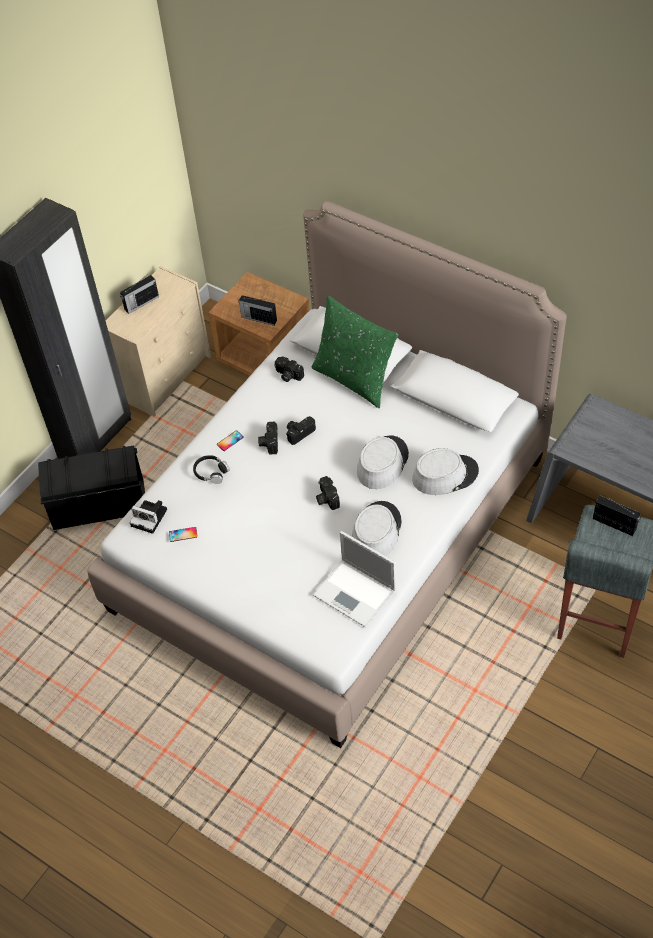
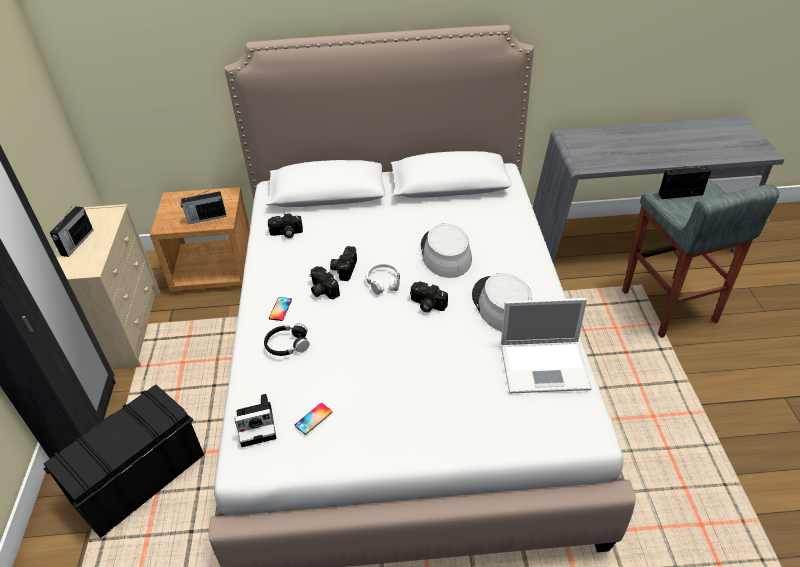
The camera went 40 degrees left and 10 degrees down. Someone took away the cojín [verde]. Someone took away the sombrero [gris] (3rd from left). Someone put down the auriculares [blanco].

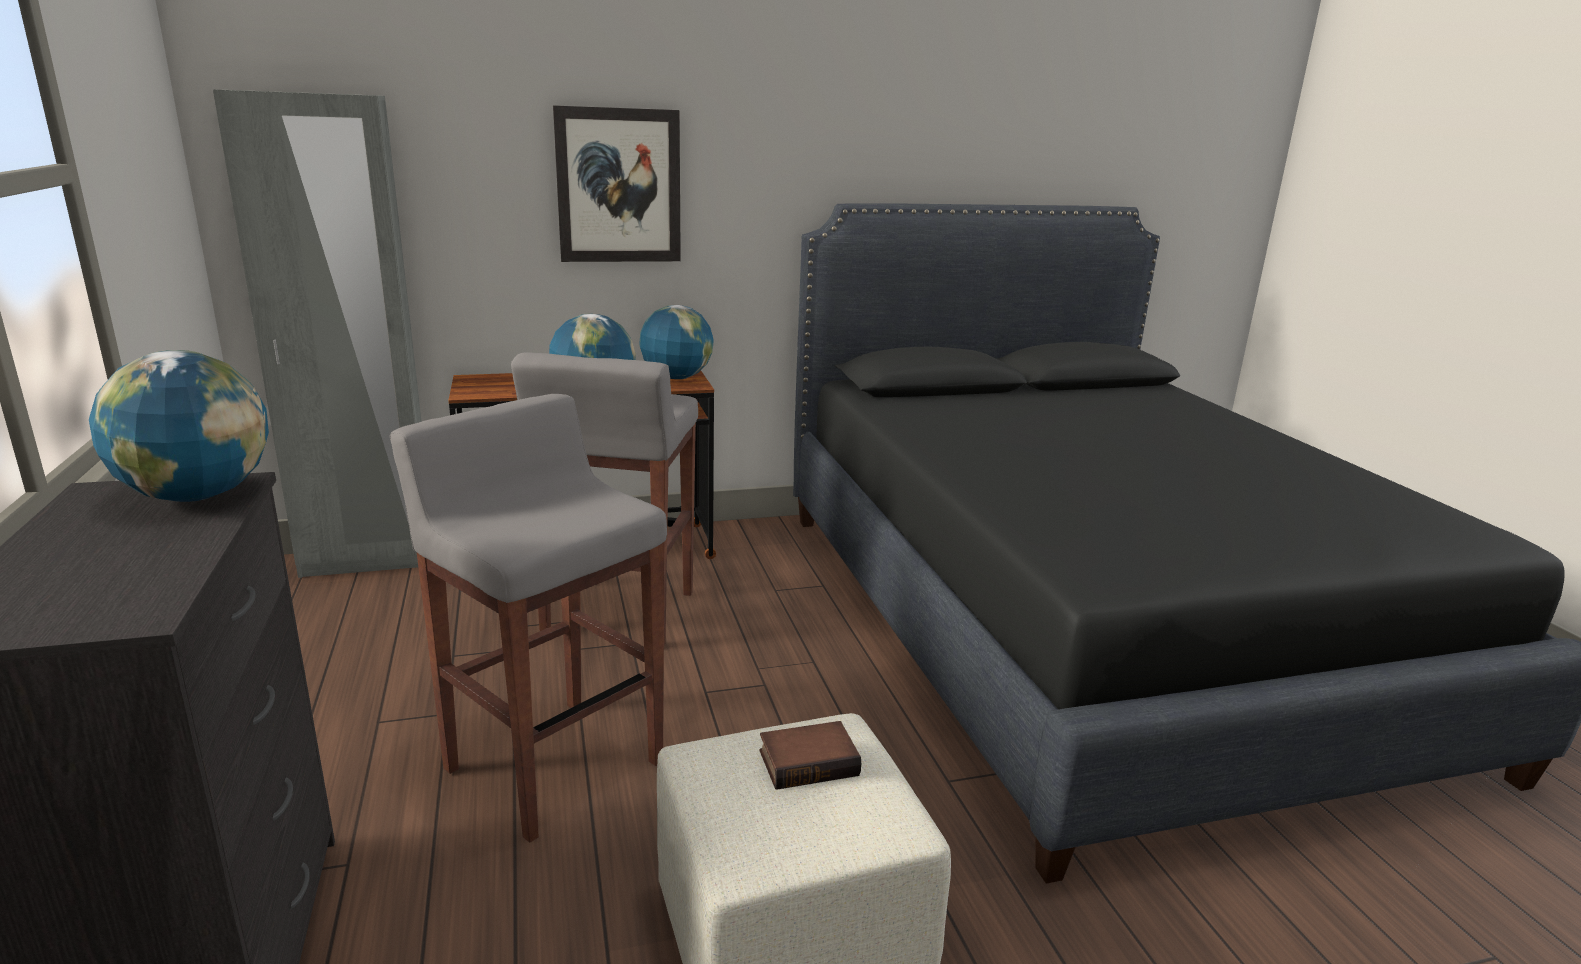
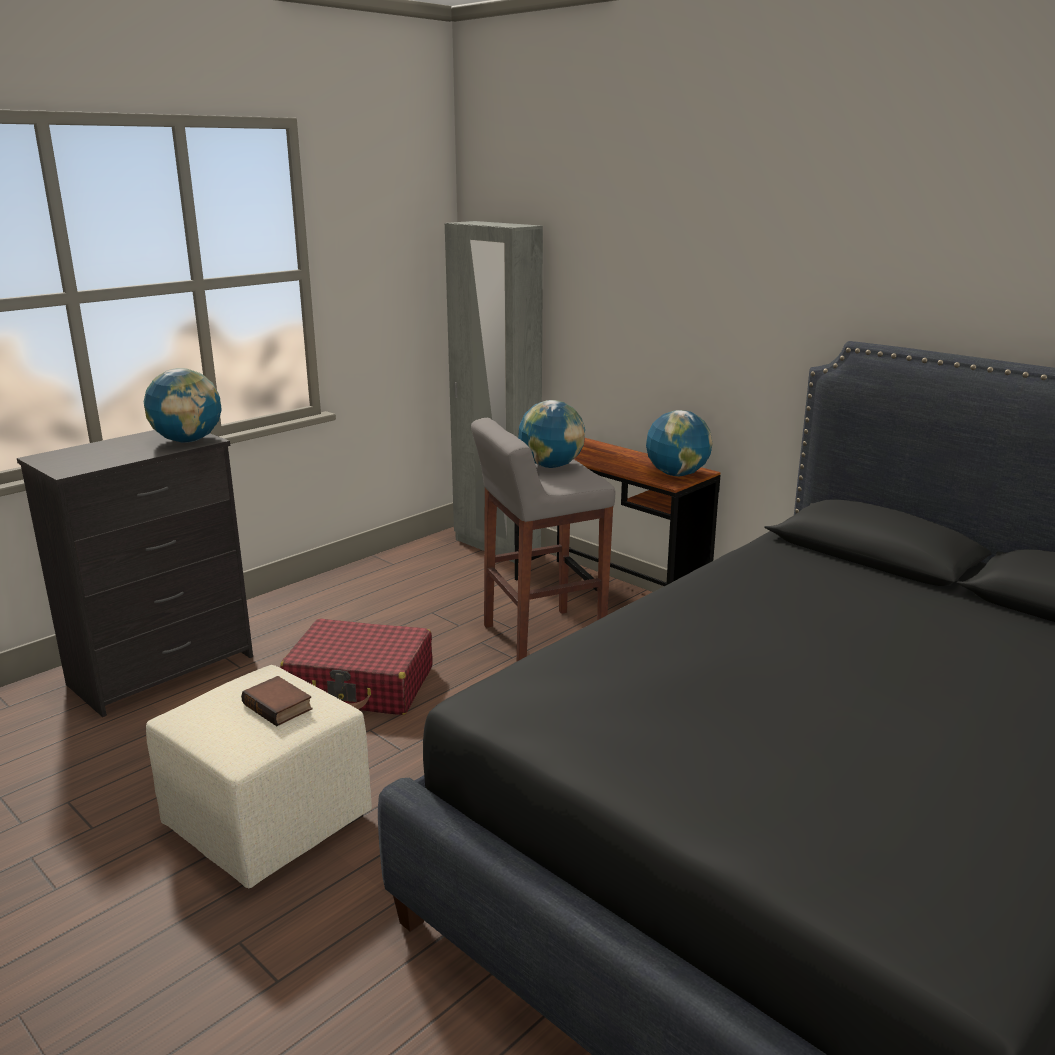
The camera went 60 degrees right and 0 degrees up. Someone took away the cuadro. Someone swapped the taburete [gris] (1st from left) for the maleta [rojo].

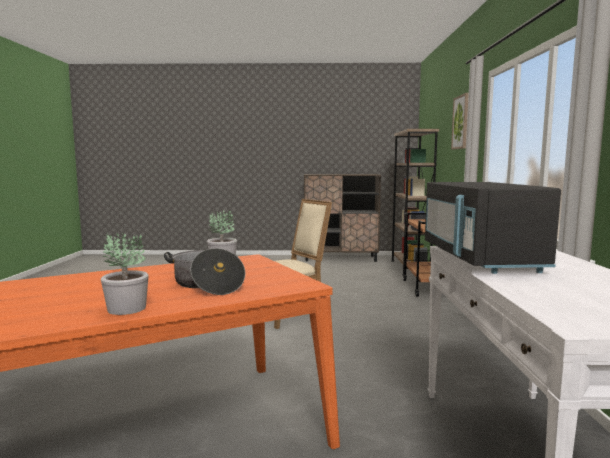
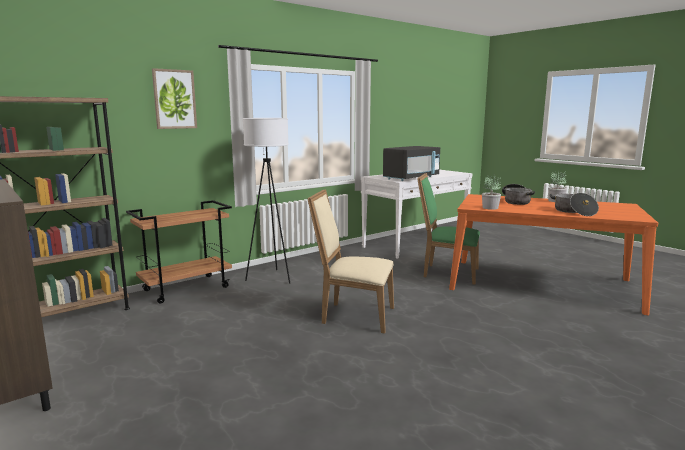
The camera went 130 degrees left and 5 degrees up. Someone put down the lámpara de pie [blanco]. Someone put down the silla [verde]. Someone put down the olla (2nd from left).

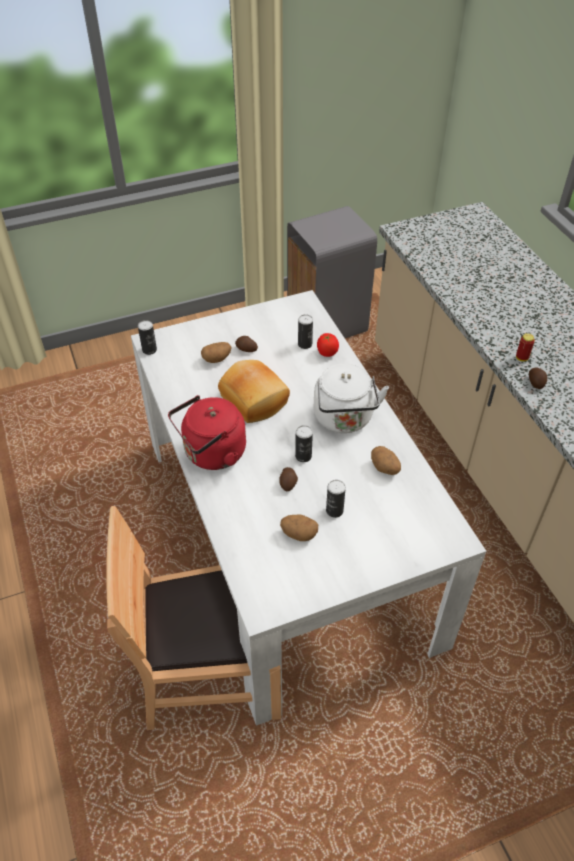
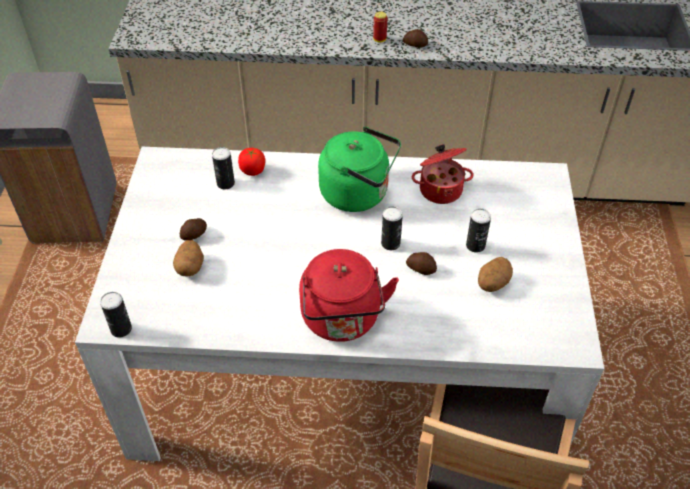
The camera went 65 degrees left and 0 degrees up. Someone took away the pan. Someone swapped the patata (5th from left) for the olla. Someone repainted the hervidor [blanco], which became the hervidor [verde].

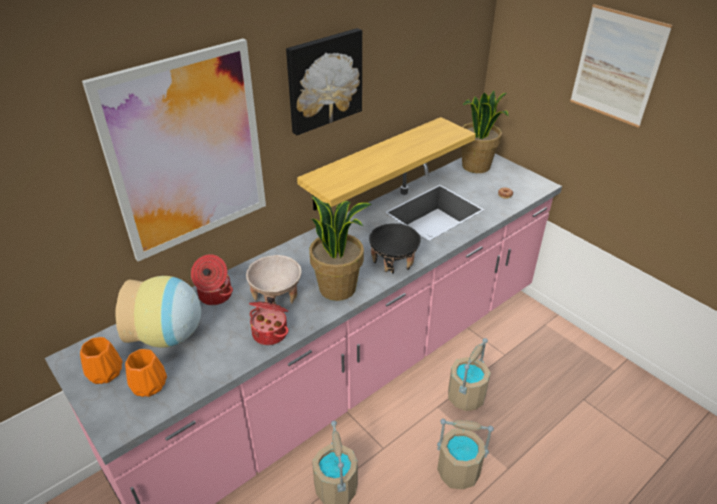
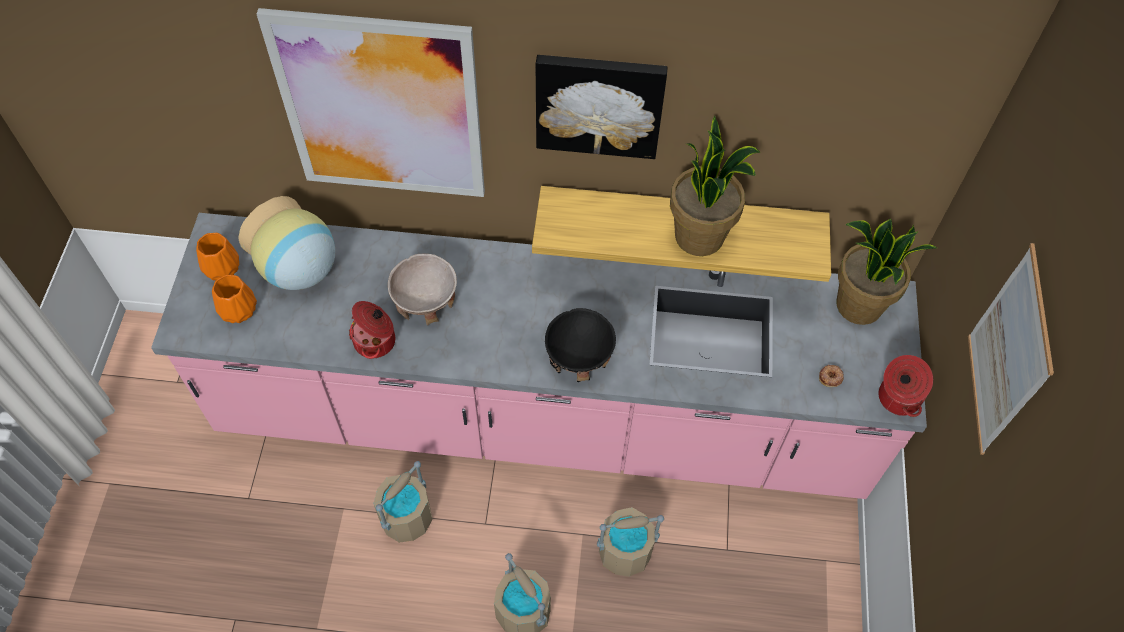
The camera went 45 degrees right and 20 degrees up. Someone carried the olla (1st from left in the first image). Someone carried the planta en maceta (1st from left).

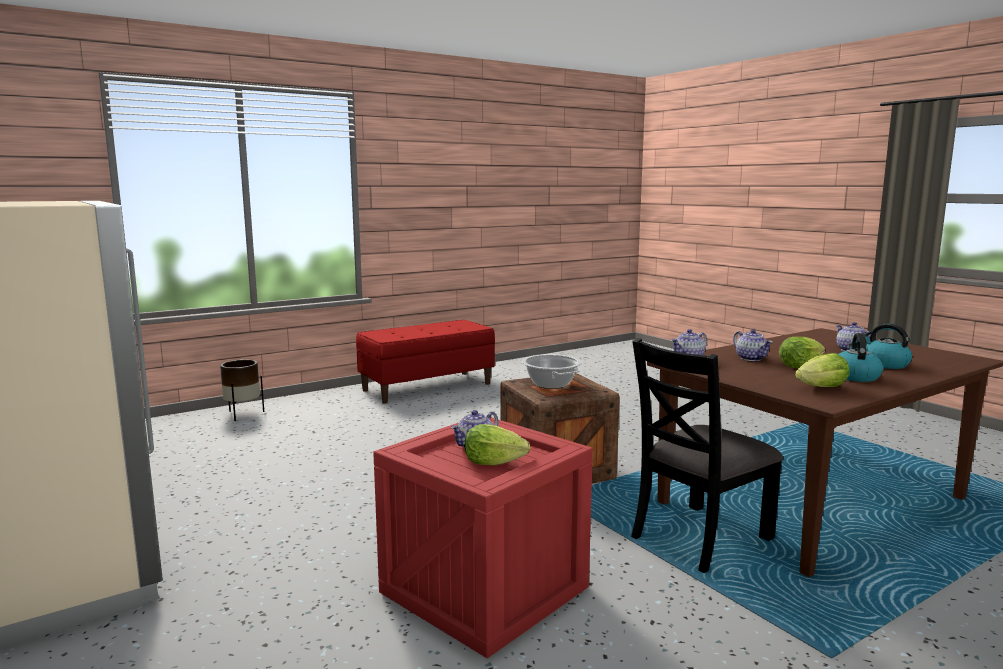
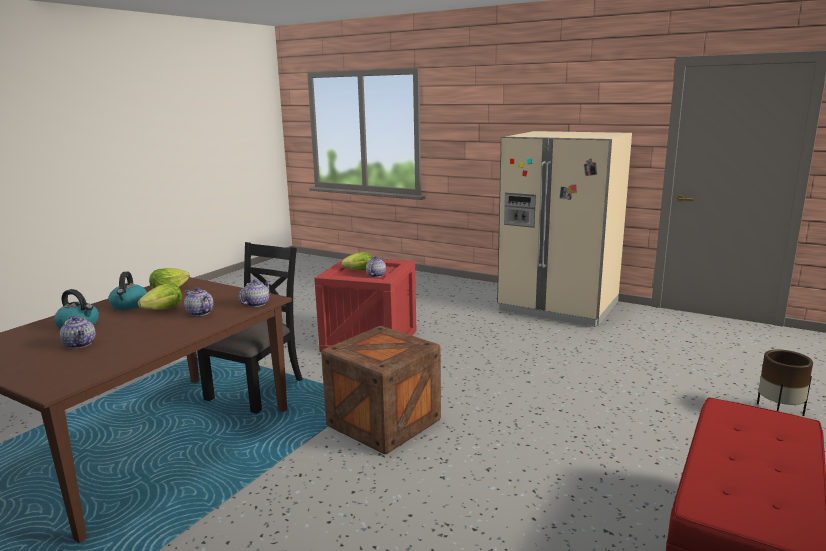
The camera went 155 degrees right and 5 degrees up. Someone took away the olla.

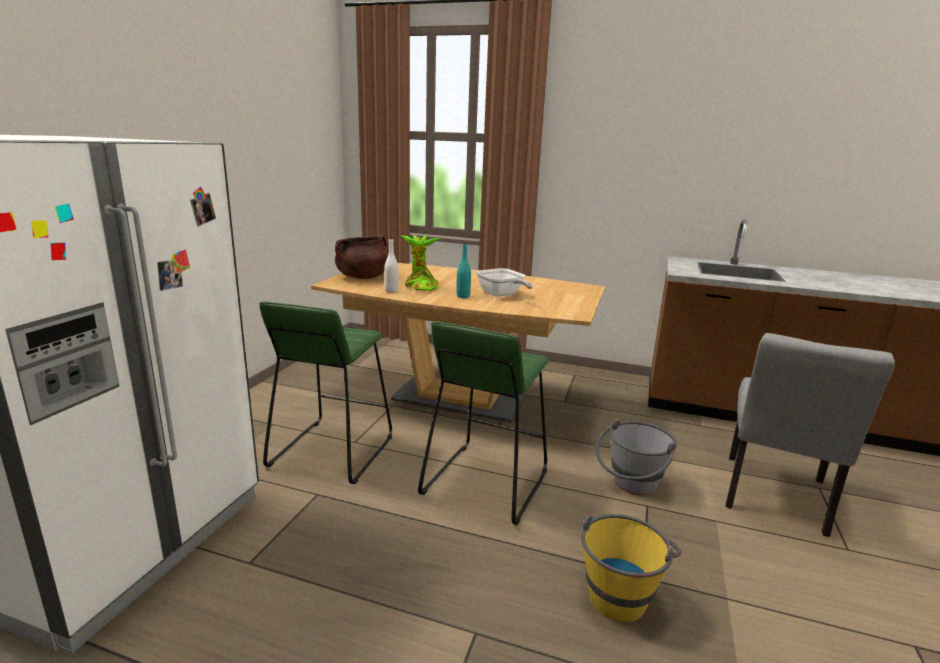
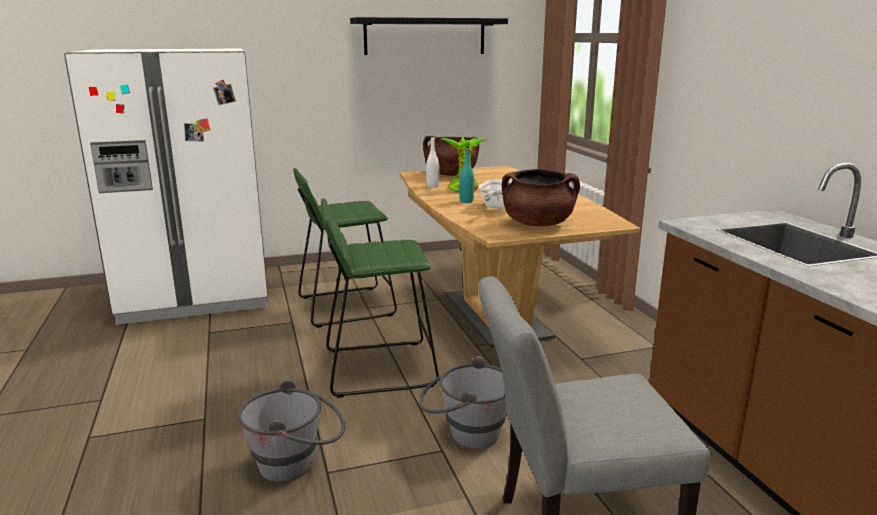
The camera went 55 degrees right and 0 degrees up. Someone put up the estante [negro]. Someone put down the olla [marrón] (2nd from left). Someone repainted the cubo [amarillo], which became the cubo [gris] (1st from left).

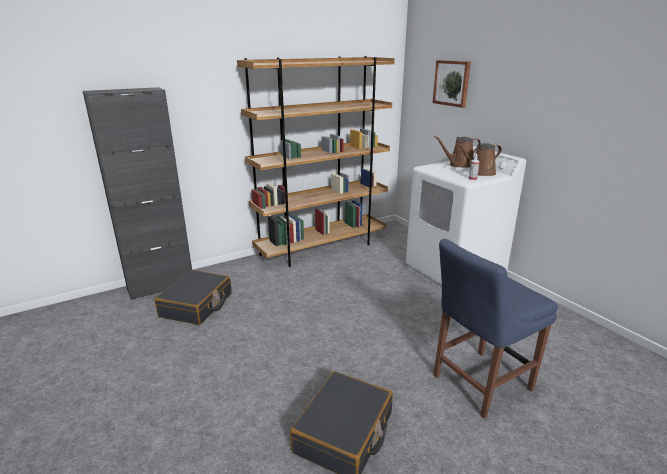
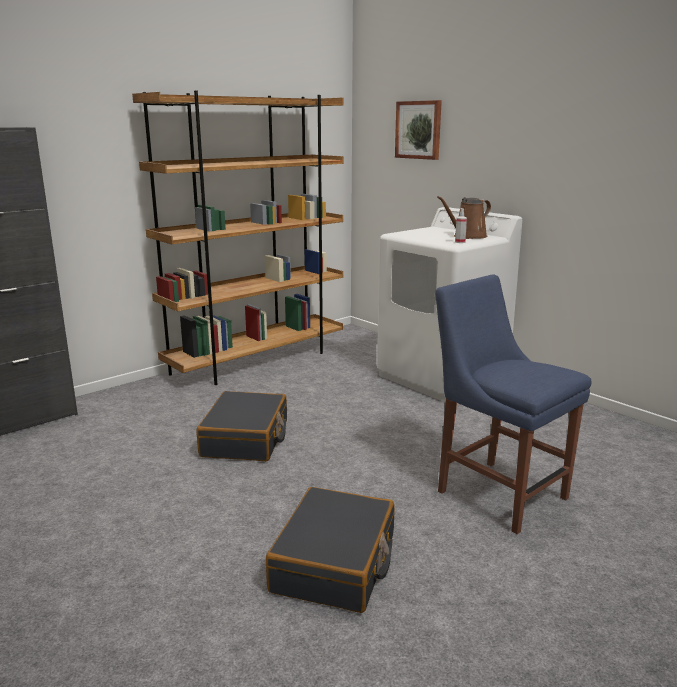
The camera went 10 degrees left and 5 degrees down. Someone took away the regadera [marrón] (1st from left). Someone carried the maleta [negro] (1st from left). Someone rotated the silla [azul] by 90 degrees clockwise.

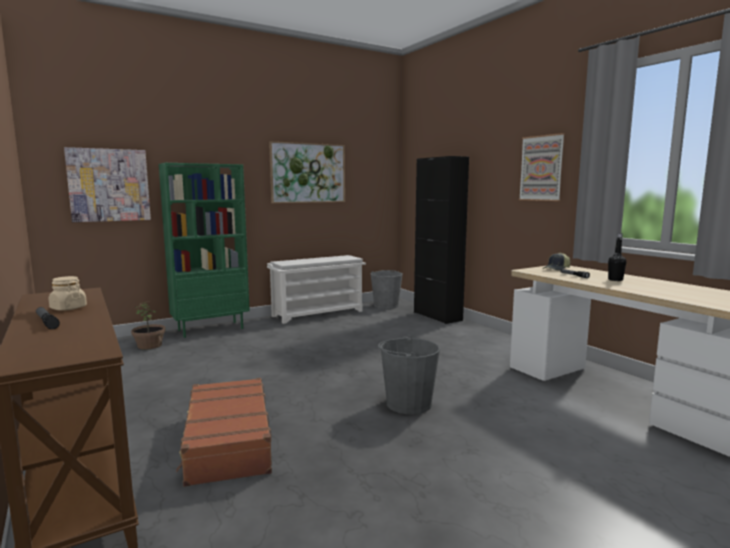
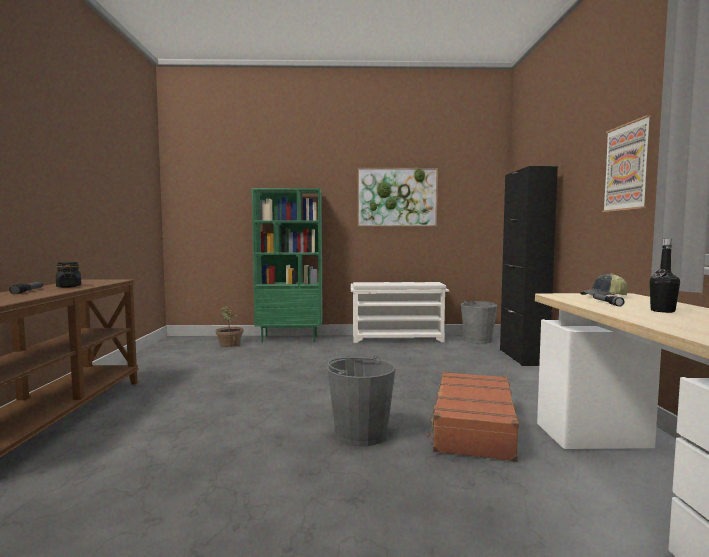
The camera went 30 degrees right and 5 degrees down. Someone took away the cuadro (1st from left). Someone carried the maleta [marrón]. Someone repainted the tarro [beis], which became the tarro [negro].

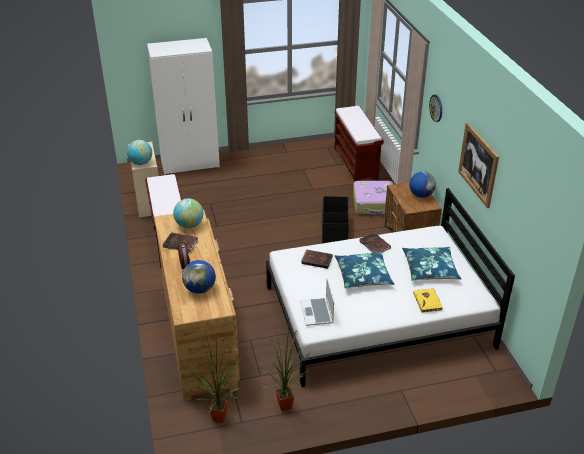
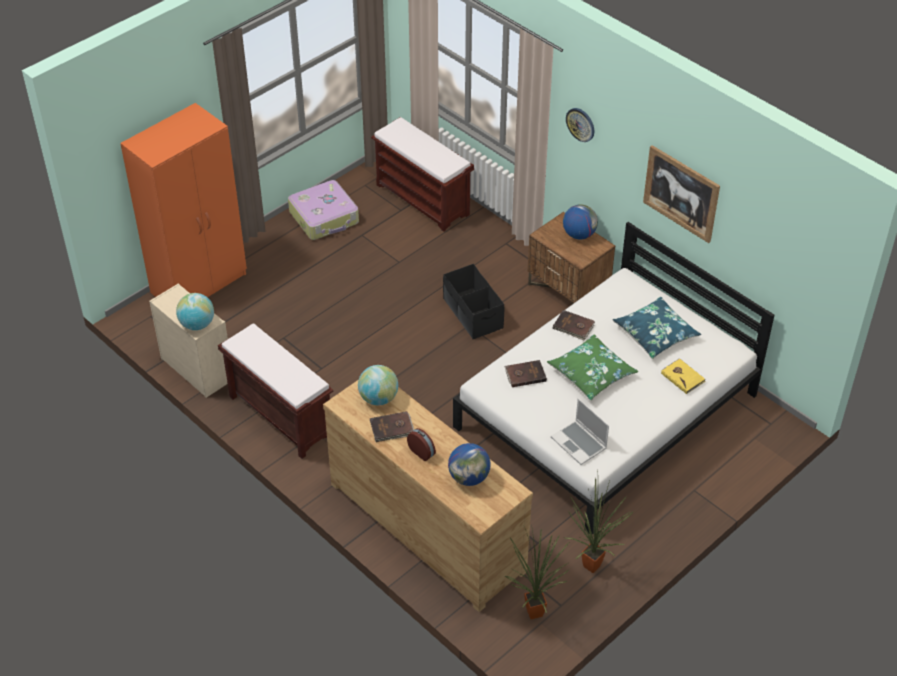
The camera went 30 degrees left and 10 degrees up. Someone carried the maleta. Someone repainted the armario ropero [blanco], which became the armario ropero [naranja]. Someone repainted the cojín [azul] (1st from left), which became the cojín [verde].

